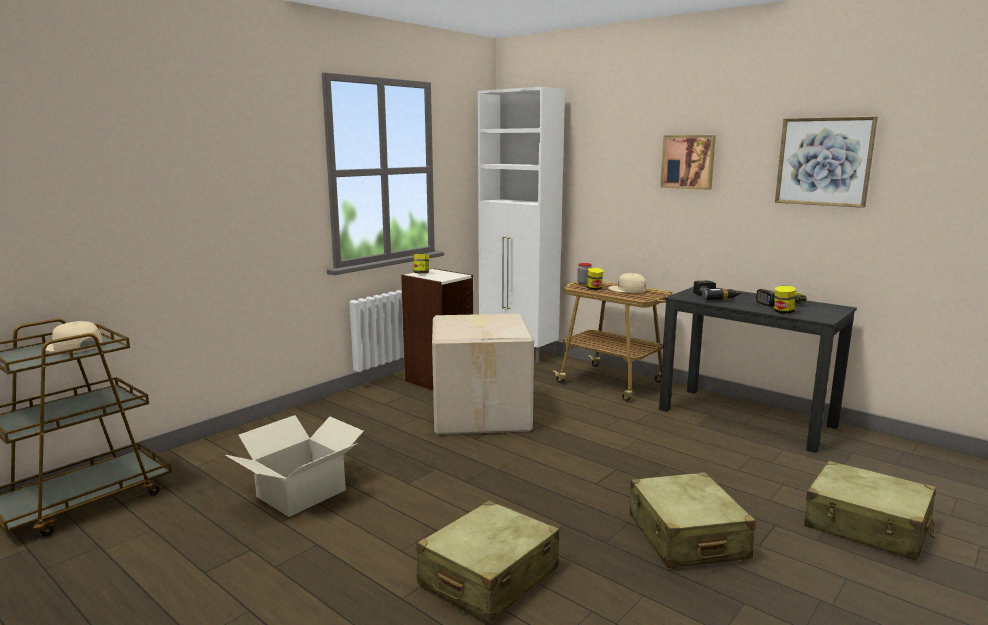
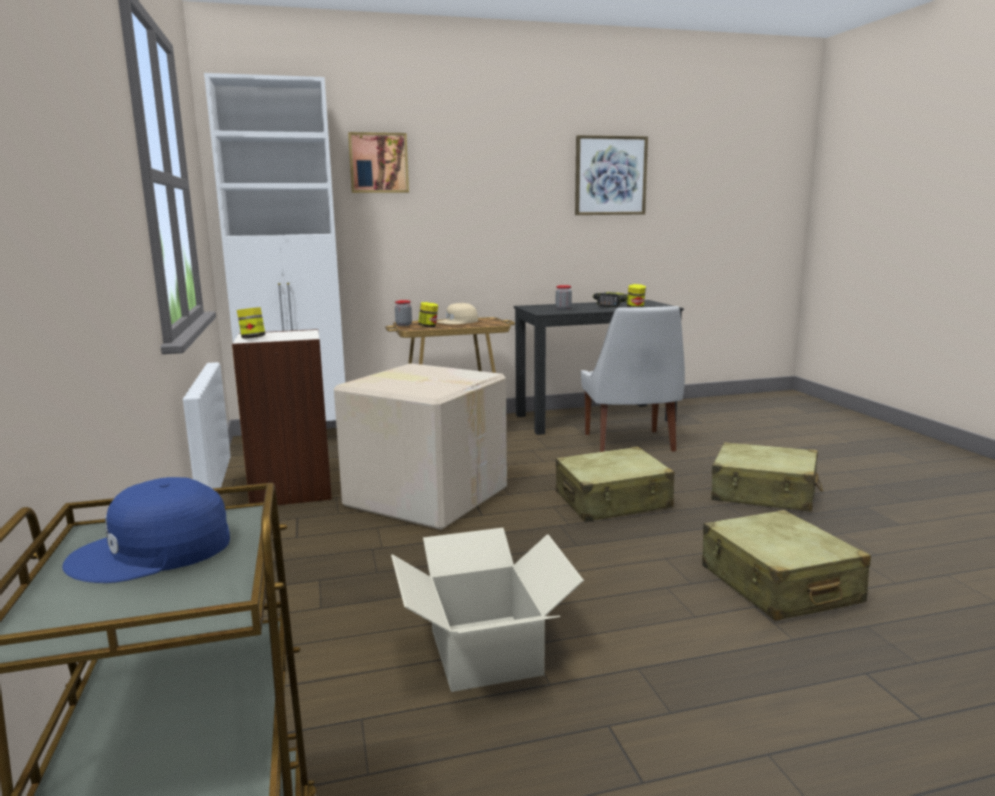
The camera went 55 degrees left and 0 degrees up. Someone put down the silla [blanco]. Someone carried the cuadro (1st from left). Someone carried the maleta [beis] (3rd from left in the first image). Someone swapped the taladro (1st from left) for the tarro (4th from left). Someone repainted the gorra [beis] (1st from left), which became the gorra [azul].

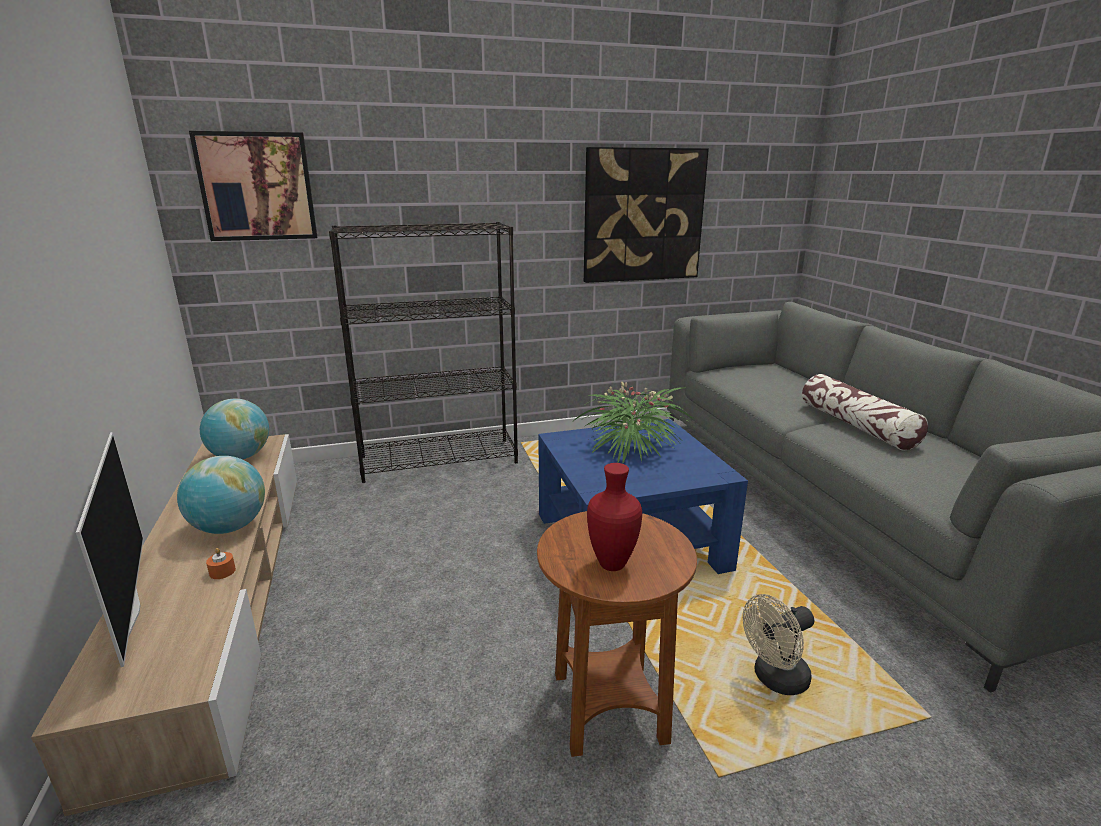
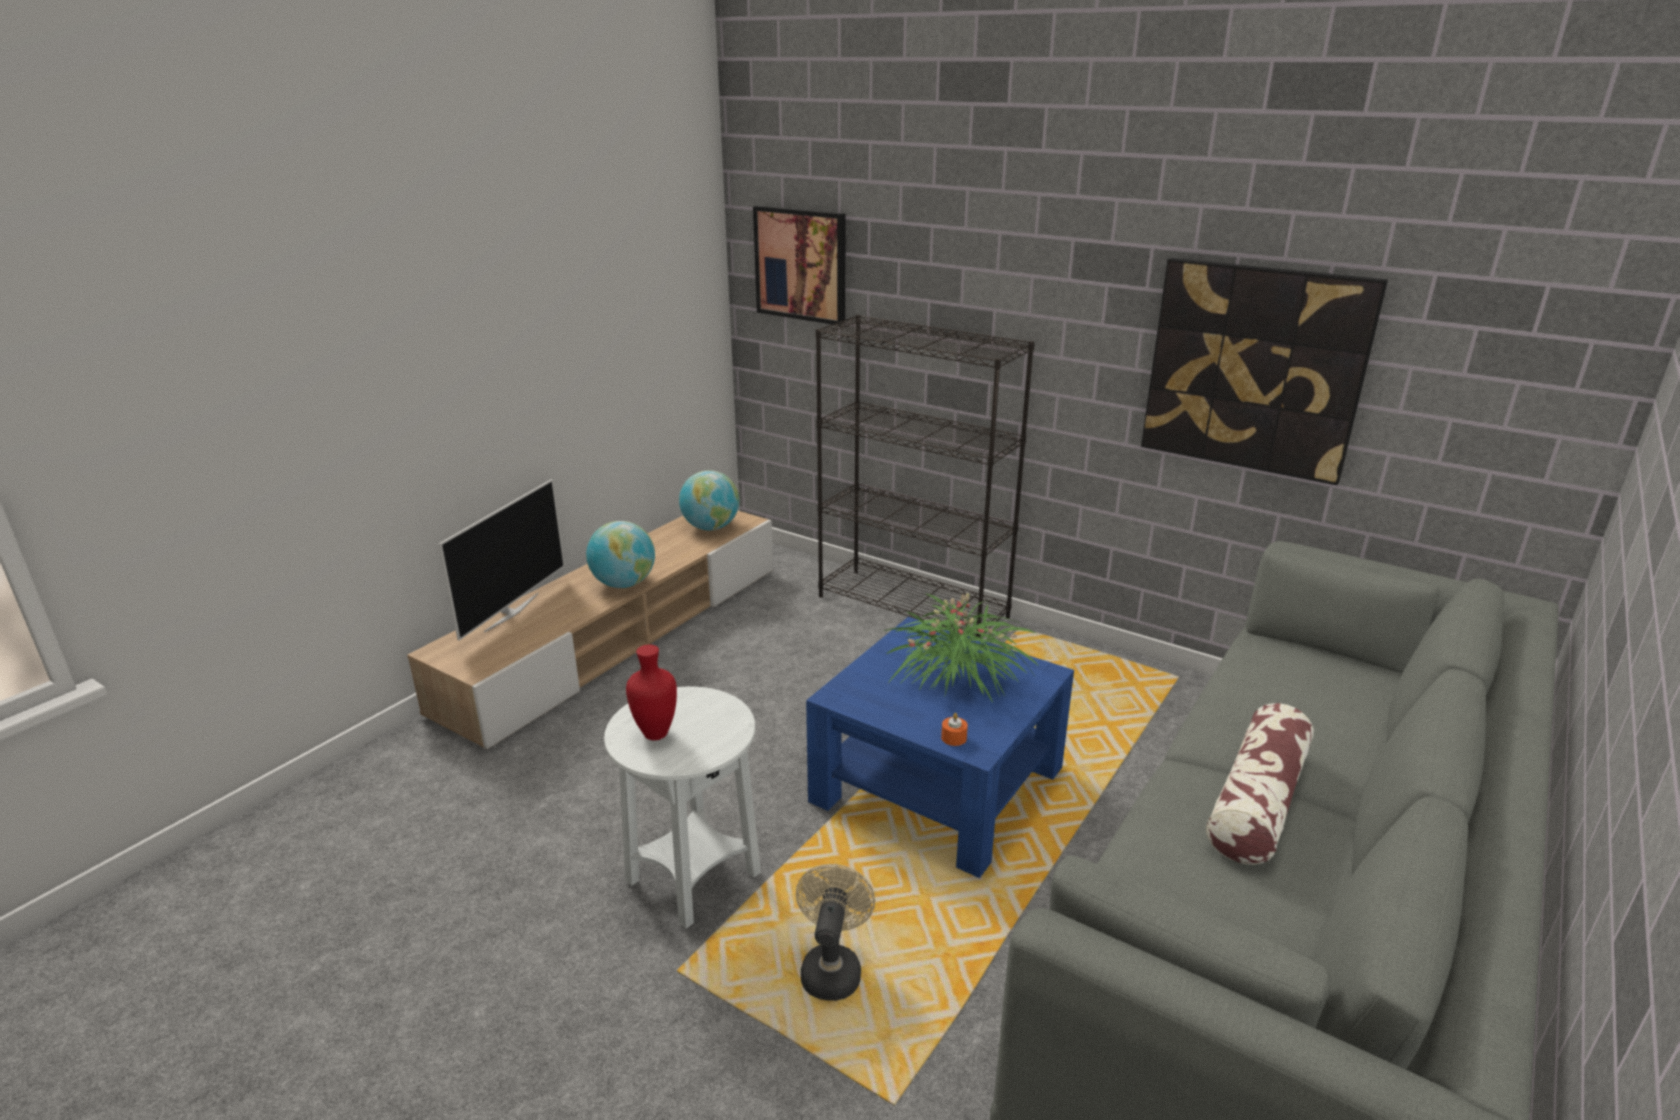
The camera went 50 degrees right and 5 degrees up. Someone carried the vela [naranja]. Someone repainted the mesa auxiliar [marrón], which became the mesa auxiliar [blanco]. Someone rotated the ventilador [beis] by 75 degrees clockwise.

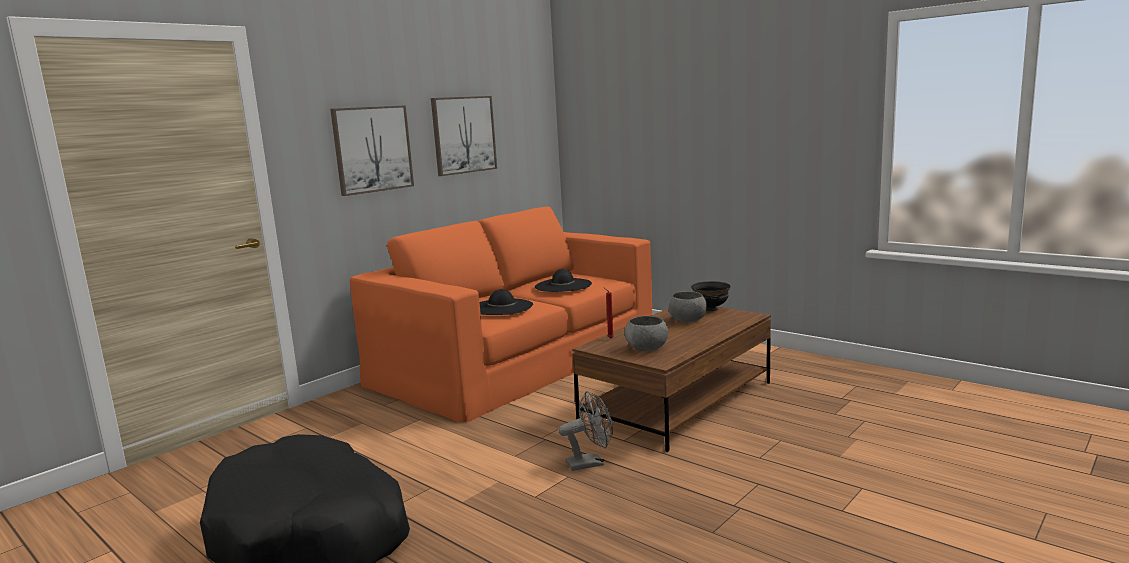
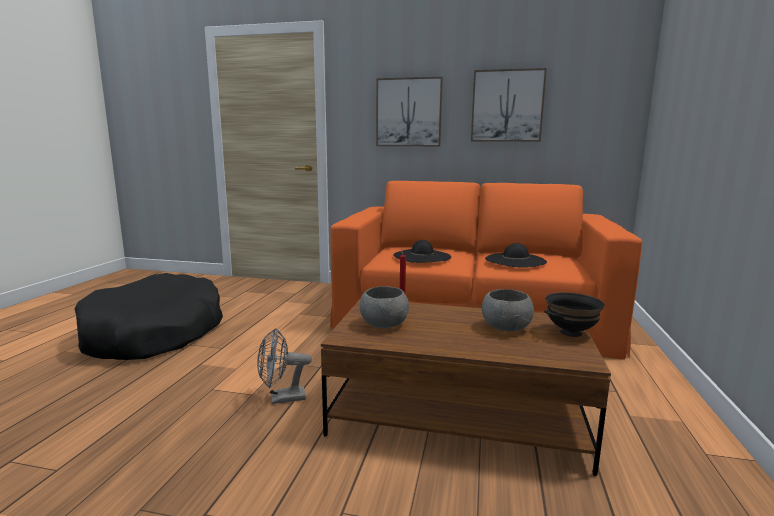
The camera went 60 degrees right and 0 degrees up. Someone rotated the ventilador [gris] by 120 degrees clockwise.

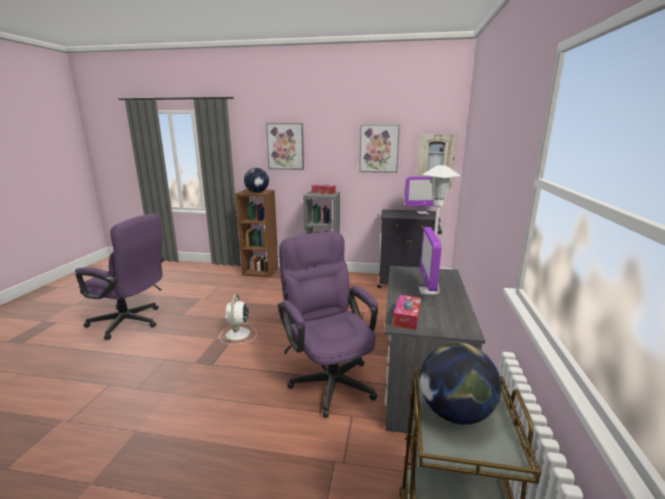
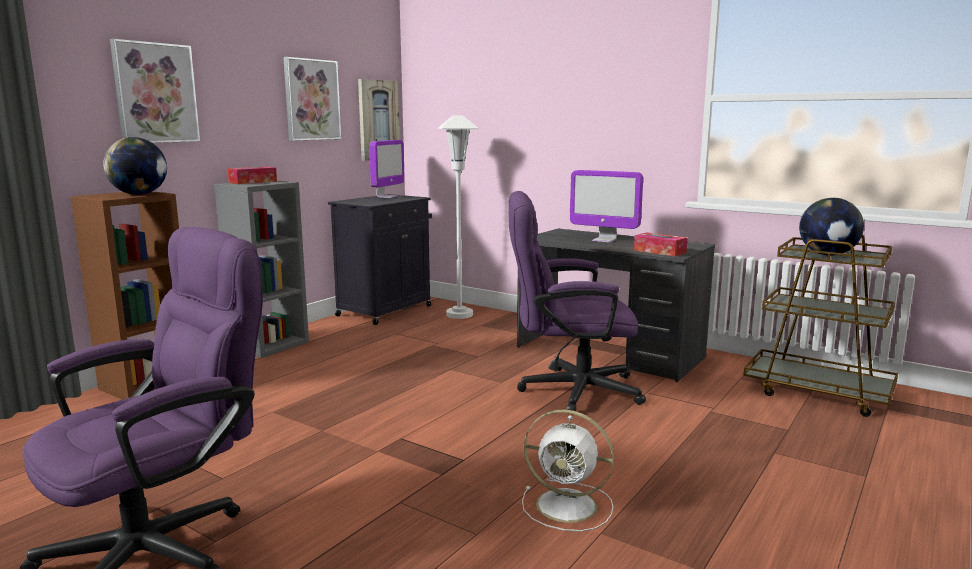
The camera went 65 degrees left and 5 degrees down. Someone carried the ventilador [blanco].

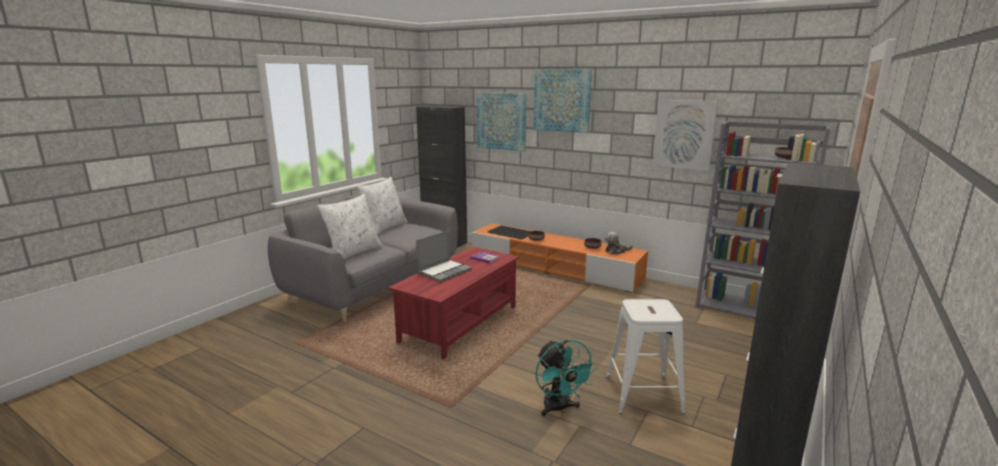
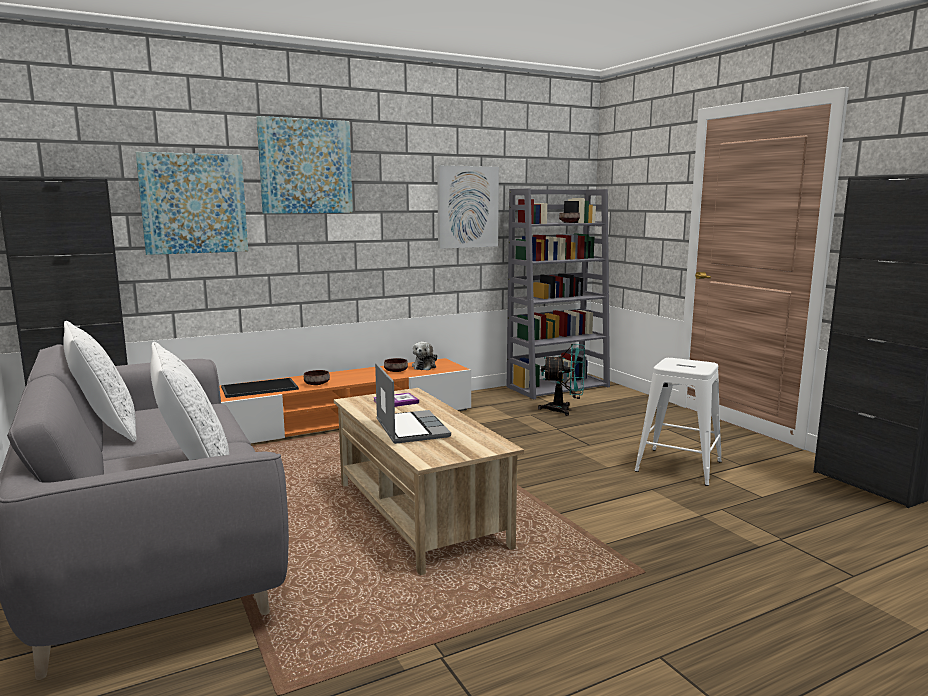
The camera went 60 degrees left and 5 degrees down. Someone carried the ventilador [turquesa]. Someone repainted the mesa de centro [rojo], which became the mesa de centro [beis].

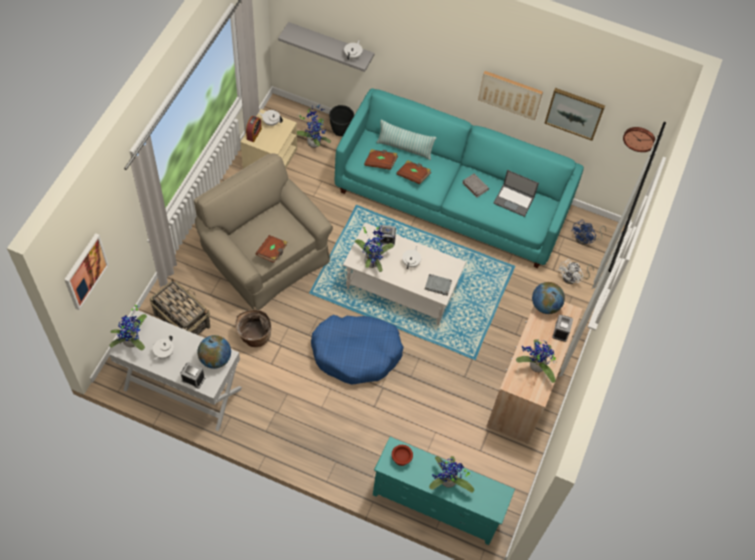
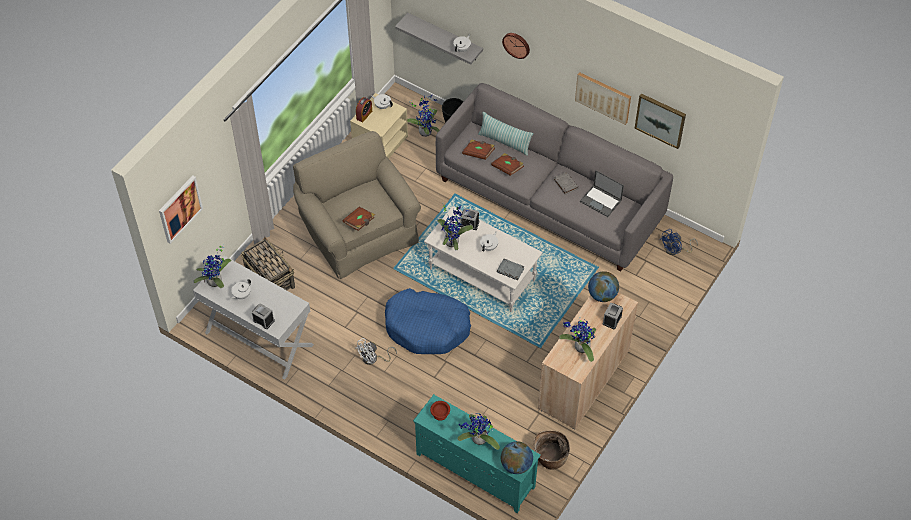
The camera went 15 degrees right and 5 degrees down. Someone carried the globo terráqueo (1st from left). Someone carried the cesta (2nd from left). Someone carried the ventilador [blanco]. Someone carried the reloj de pared. Someone repainted the sofá [turquesa], which became the sofá [gris].

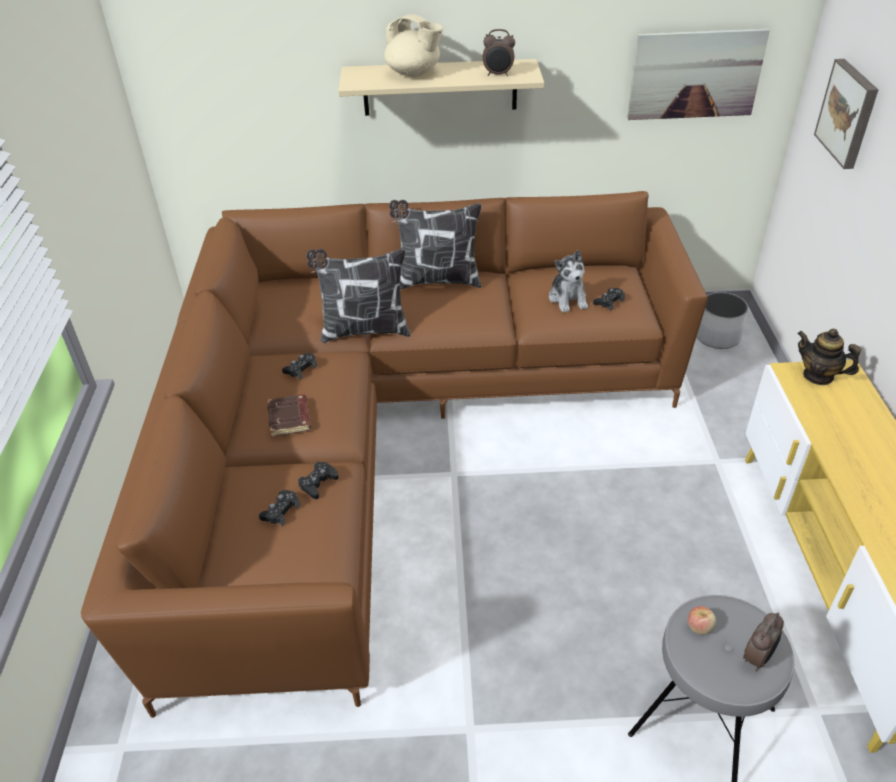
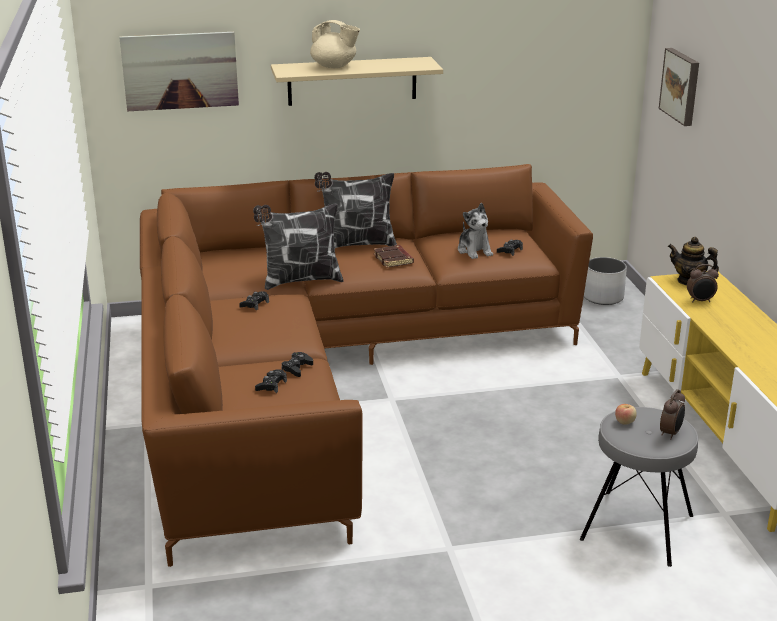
The camera went 10 degrees left and 15 degrees down. Someone carried the libro [marrón]. Someone carried the despertador (1st from left in the first image). Someone carried the cuadro (1st from left).

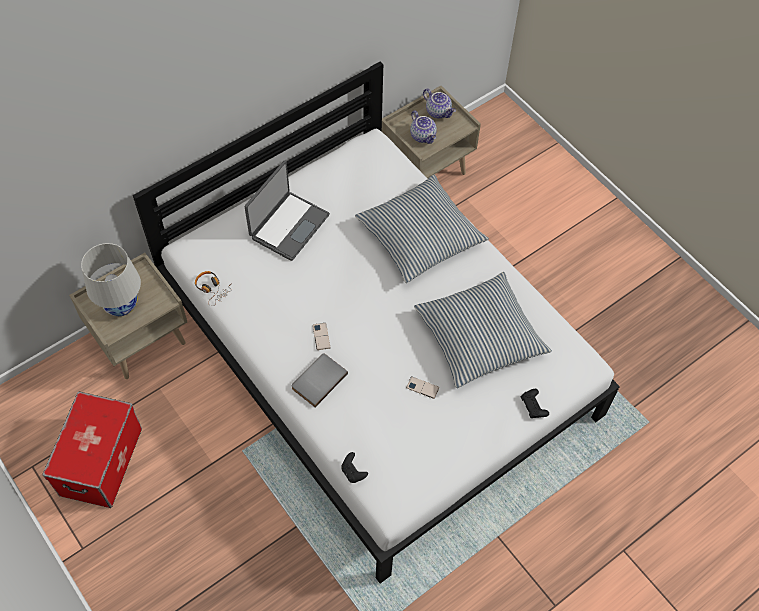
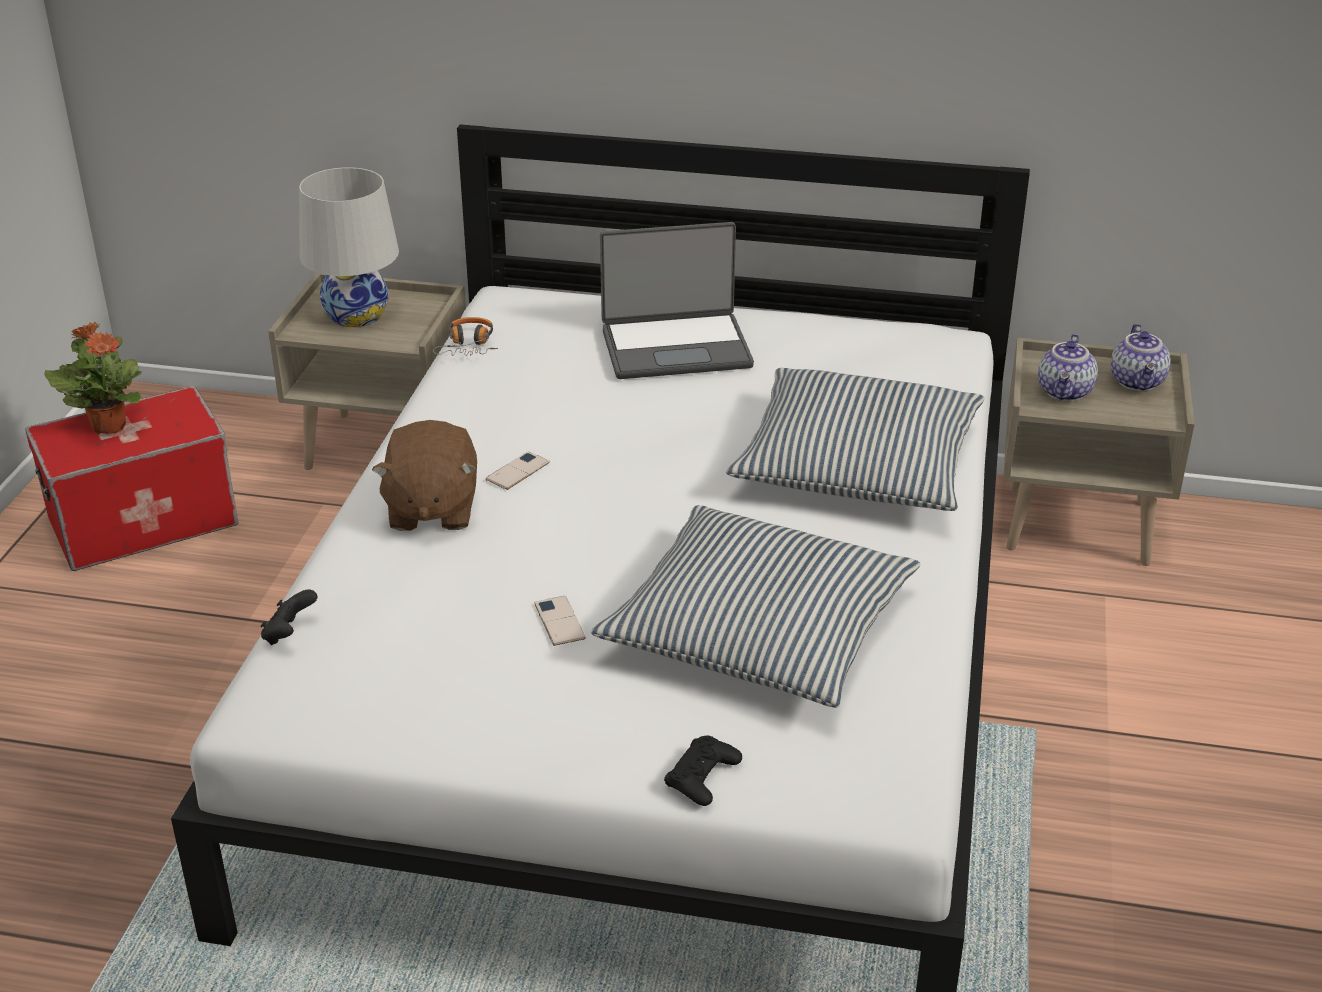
The camera went 50 degrees right and 25 degrees down. Someone put down the planta en maceta. Someone swapped the libro [gris] for the peluche [marrón].

